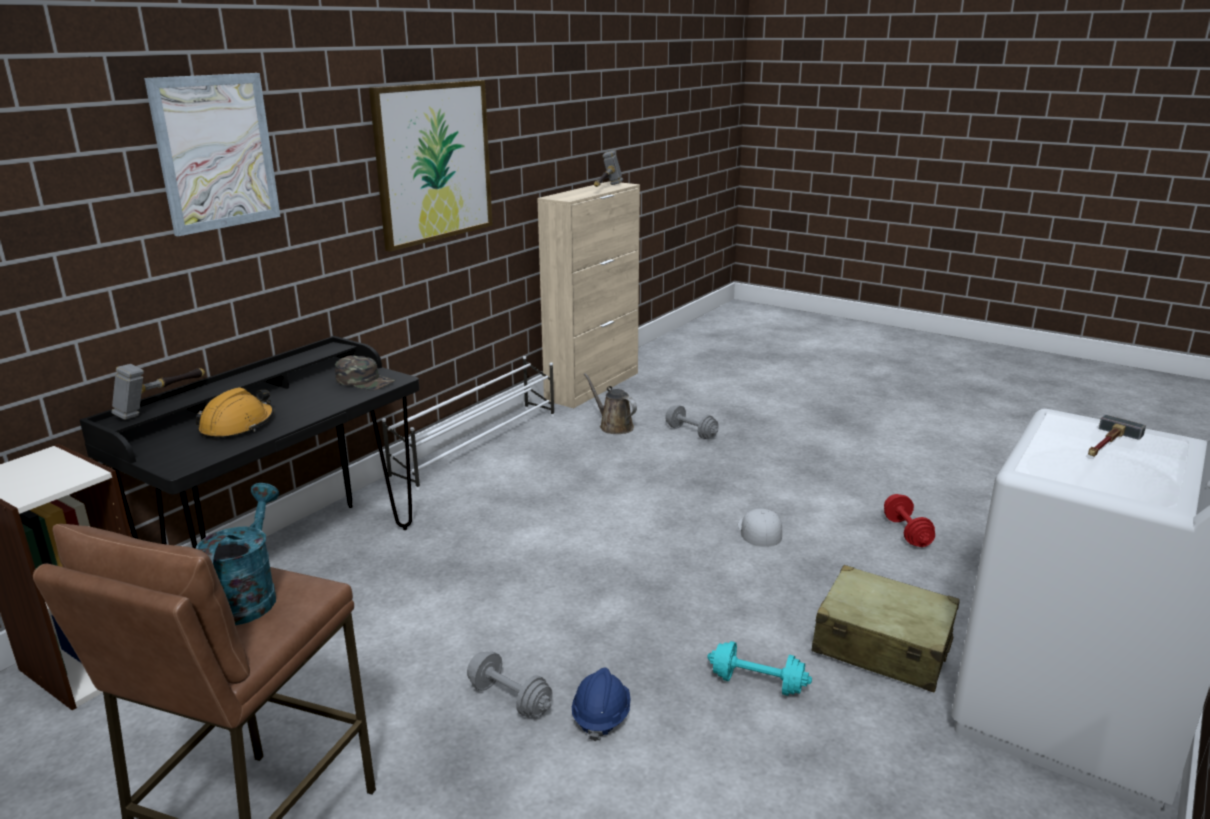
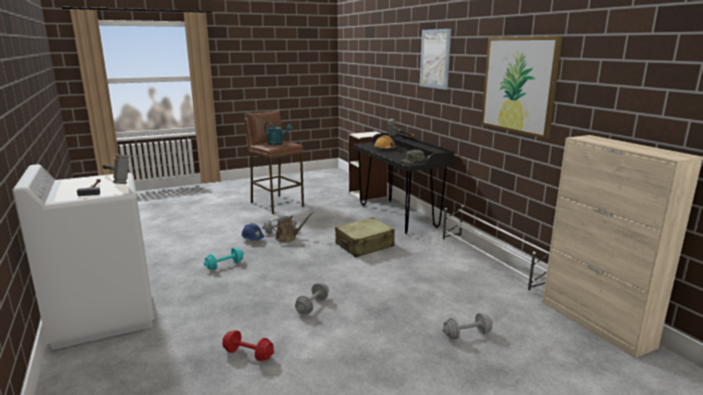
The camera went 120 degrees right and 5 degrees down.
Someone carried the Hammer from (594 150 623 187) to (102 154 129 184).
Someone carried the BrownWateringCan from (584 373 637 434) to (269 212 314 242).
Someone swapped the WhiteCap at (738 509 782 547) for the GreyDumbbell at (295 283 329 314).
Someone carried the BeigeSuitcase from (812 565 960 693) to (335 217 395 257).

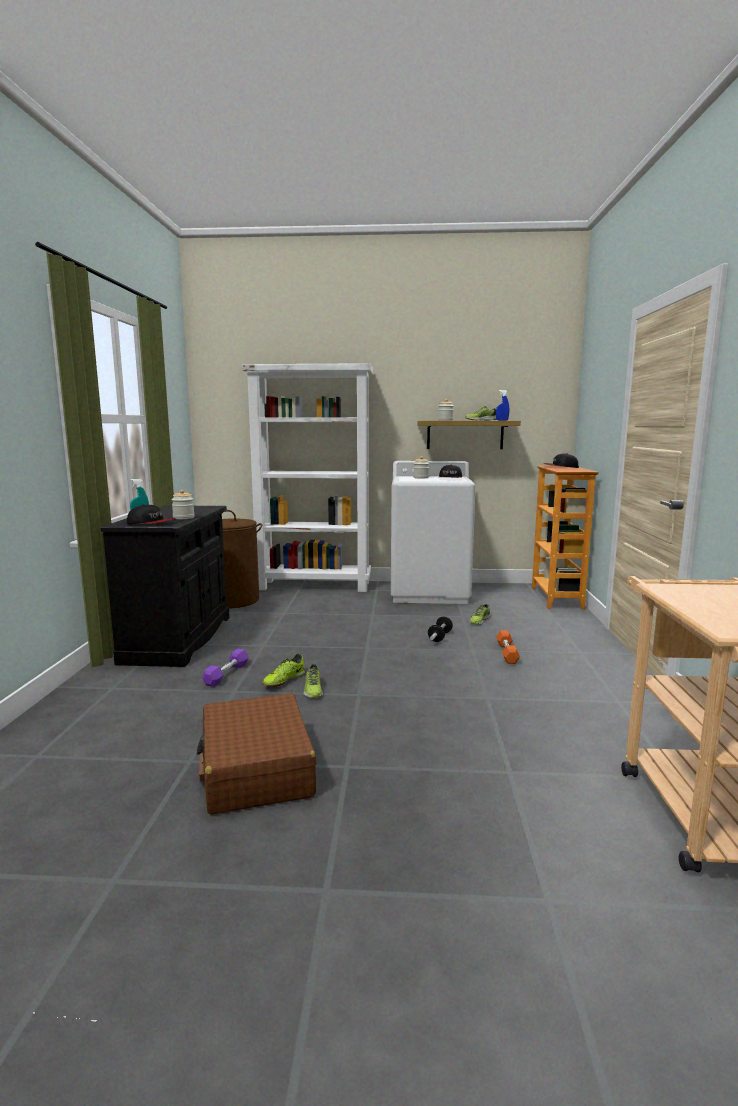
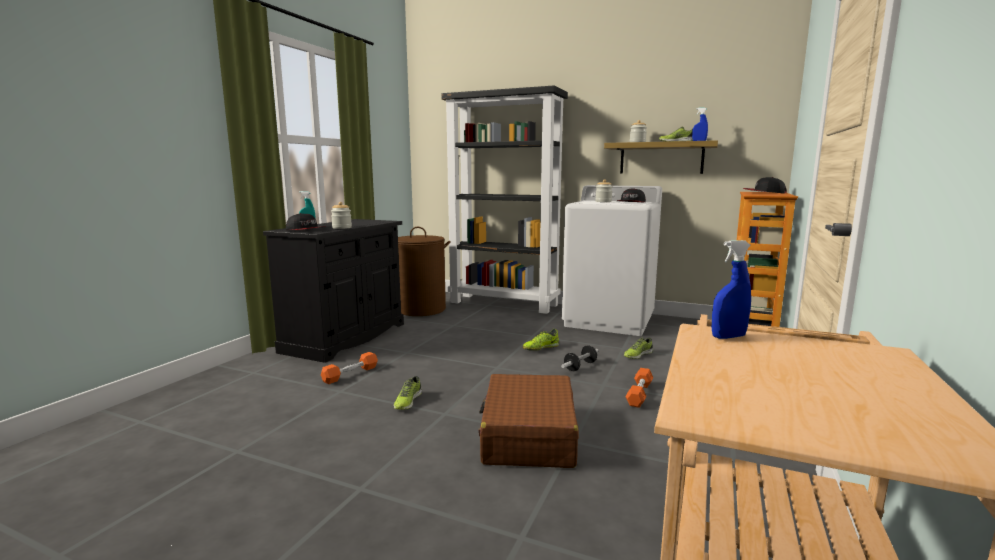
The camera went 20 degrees right and 0 degrees up.
Someone repainted the PurpleDumbbell at (202 649 249 687), which became the OrangeDumbbell at (321 352 378 384).
Someone repainted the WhiteBookcase at (242 363 373 592), which became the BlackBookcase at (441 85 568 314).
Someone carried the BrownSuitcase from (197 693 316 815) to (478 374 579 468).
Someone carried the Shoe from (263 653 305 687) to (522 329 559 351).
Someone put down the BlueSprayBottle at (712 240 751 339).

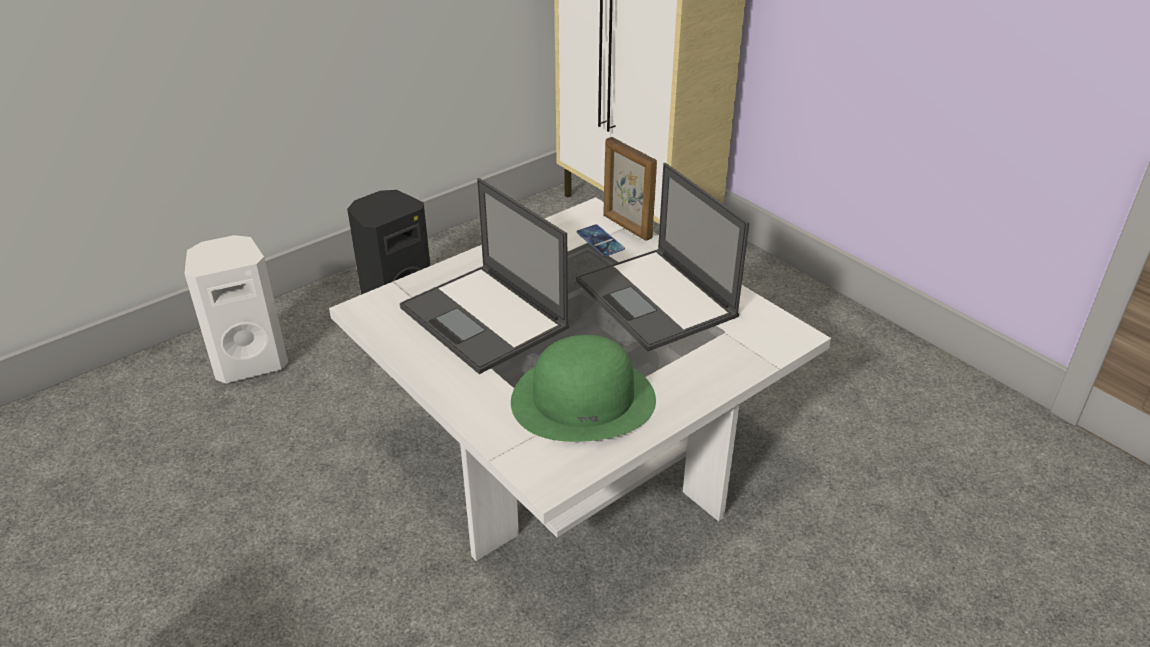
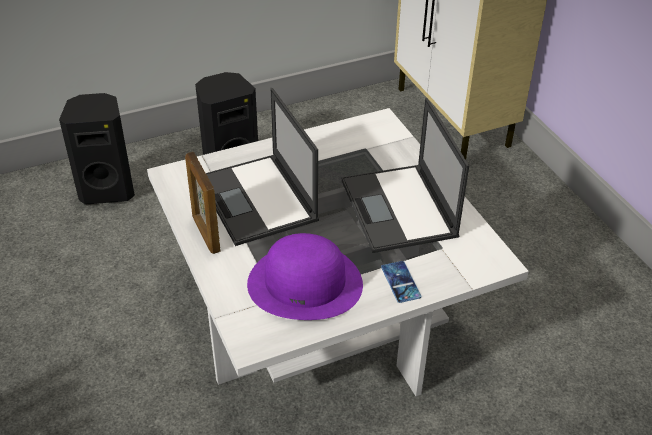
The camera went 15 degrees right and 5 degrees up.
Someone repainted the WhiteSpeaker at (184 235 288 384), which became the BlackSpeaker at (59 93 135 205).
Someone carried the PictureFrame from (603 137 657 241) to (185 152 220 254).
Someone repainted the GreenHat at (511 335 656 442), which became the PurpleHat at (247 233 363 320).
Someone carried the Phone from (577 224 625 257) to (381 261 421 303).

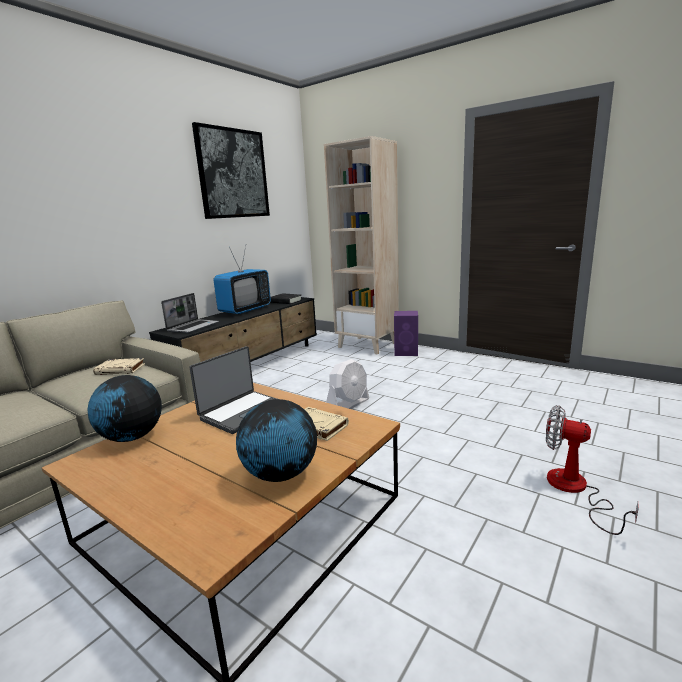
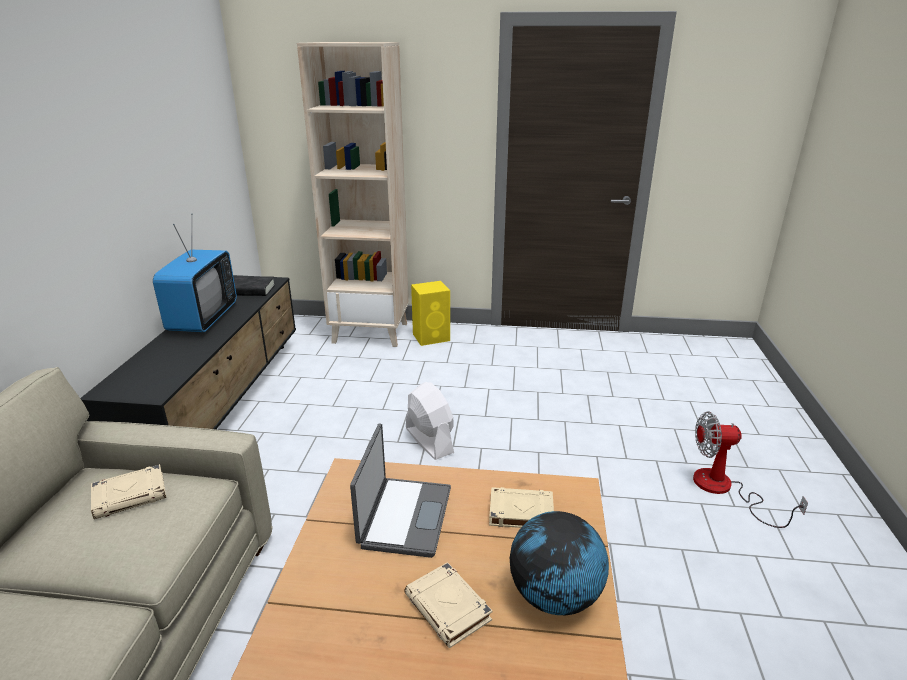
The camera went 30 degrees left and 10 degrees up.
Someone put down the BeigeBook at (404 562 493 648).
Someone rotated the WhiteFan at (327 359 369 409) by 45 degrees counterclockwise.
Someone repainted the PurpleSpeaker at (394 311 418 356), which became the YellowSpeaker at (411 281 450 346).
Someone took away the Globe at (88 375 162 442).
Someone took away the Laptop at (161 293 219 333).
Someone took away the Picture at (192 122 270 219).

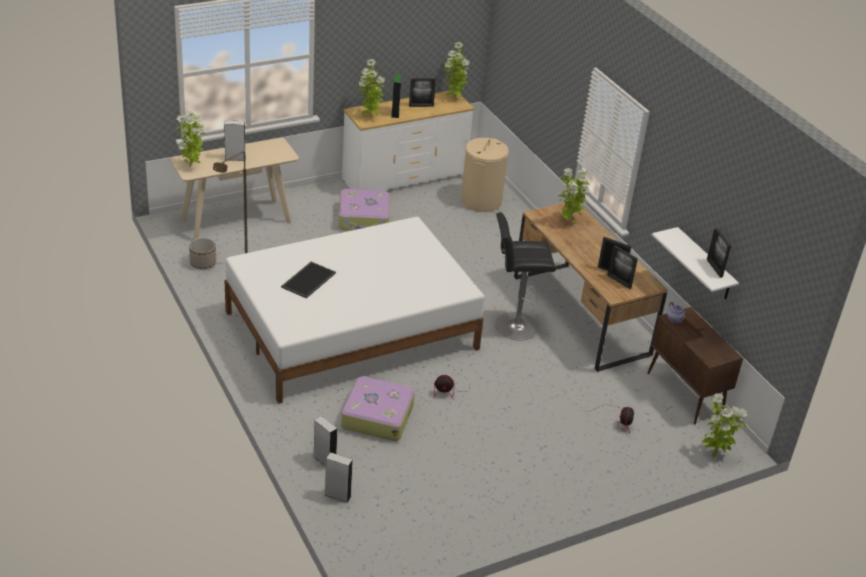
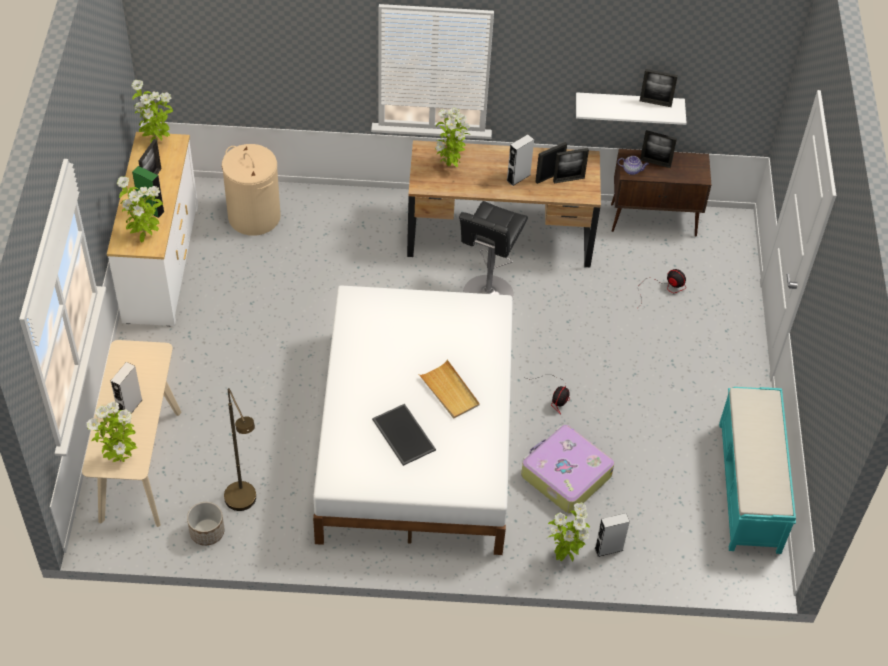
The camera went 60 degrees left and 15 degrees up.
Someone put down the BeigeTray at (419 359 480 419).
Someone carried the GreySpeaker from (325 452 353 503) to (506 134 534 186).
Someone carried the PottedPlant from (702 393 747 458) to (548 502 590 562).
Someone put down the PictureFrame at (640 130 677 168).
Someone put down the TurquoiseBench at (719 387 796 554).
Someone took away the Suitcase at (338 189 390 231).

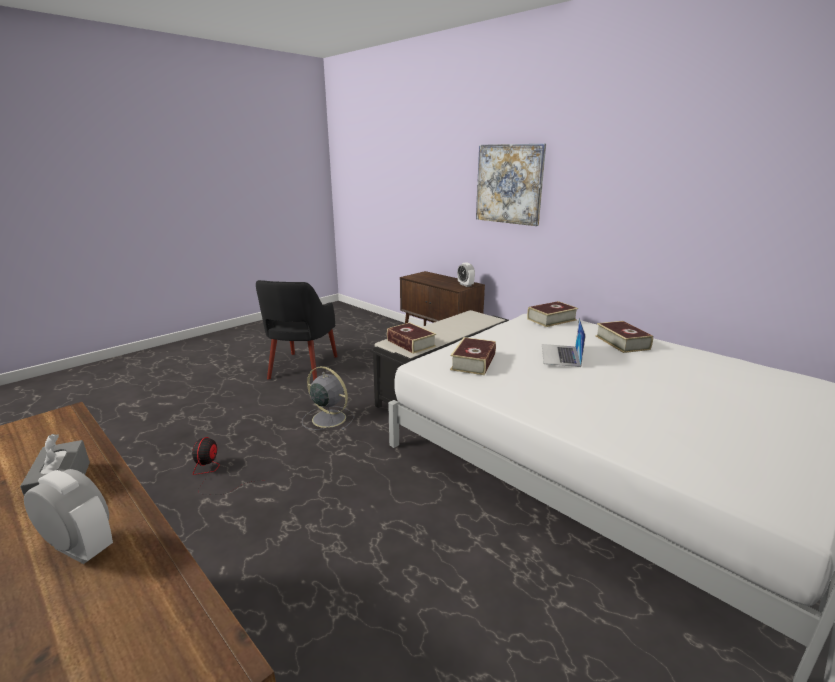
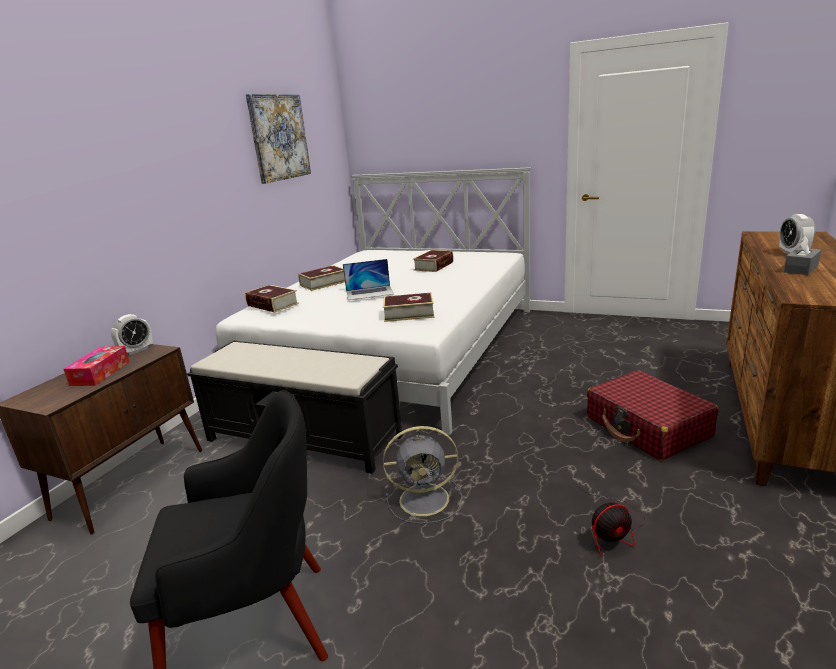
The camera went 110 degrees left and 0 degrees up.
Someone put down the TissueBox at (64 346 129 386).
Someone carried the Picture from (476 144 546 226) to (246 94 311 184).
Someone rotated the GreyFan at (302 366 354 430) by 105 degrees counterclockwise.
Someone carried the Book from (387 323 436 354) to (413 250 454 272).
Someone put down the RedSuitcase at (587 370 719 461).

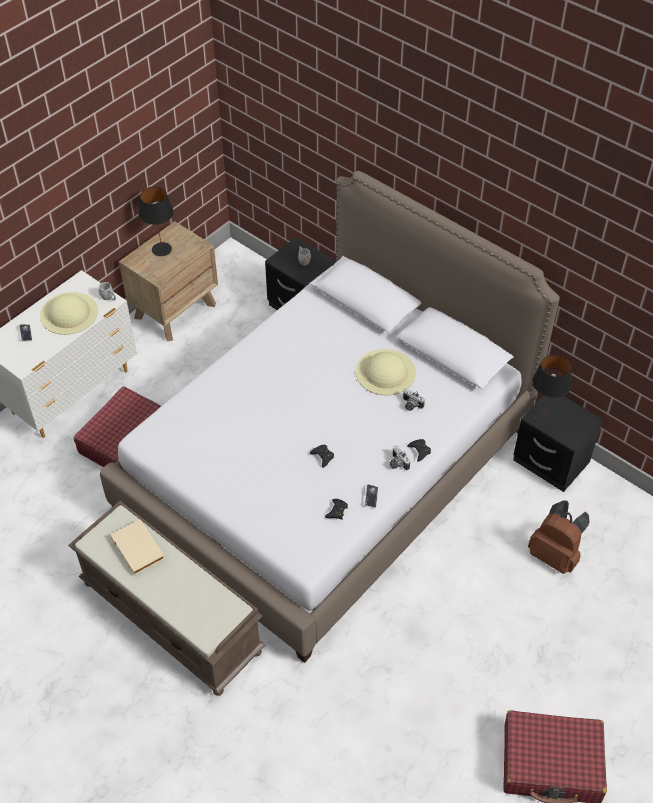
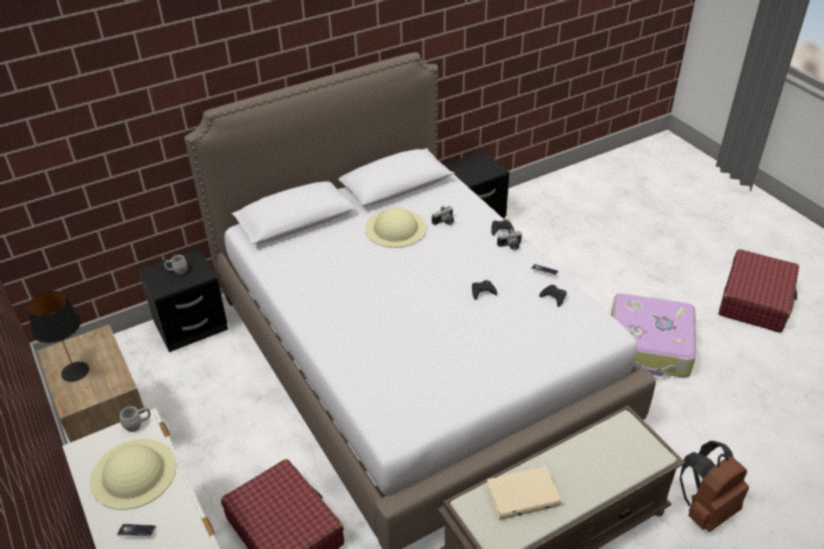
The camera went 70 degrees left and 10 degrees down.
Someone put down the Suitcase at (611 294 696 378).
Someone carried the BrownBackpack from (528 500 590 574) to (680 441 749 532).
Someone took away the BlackTableLamp at (532 355 572 426).

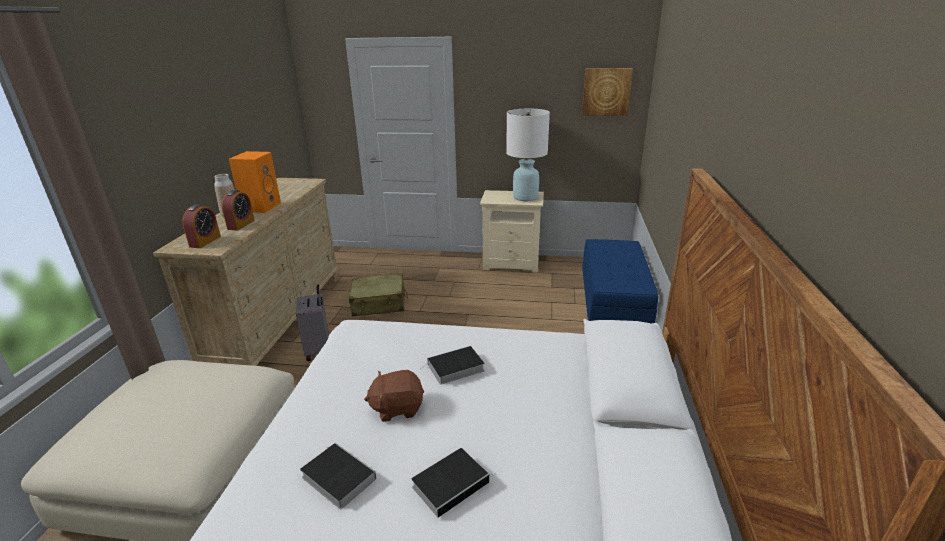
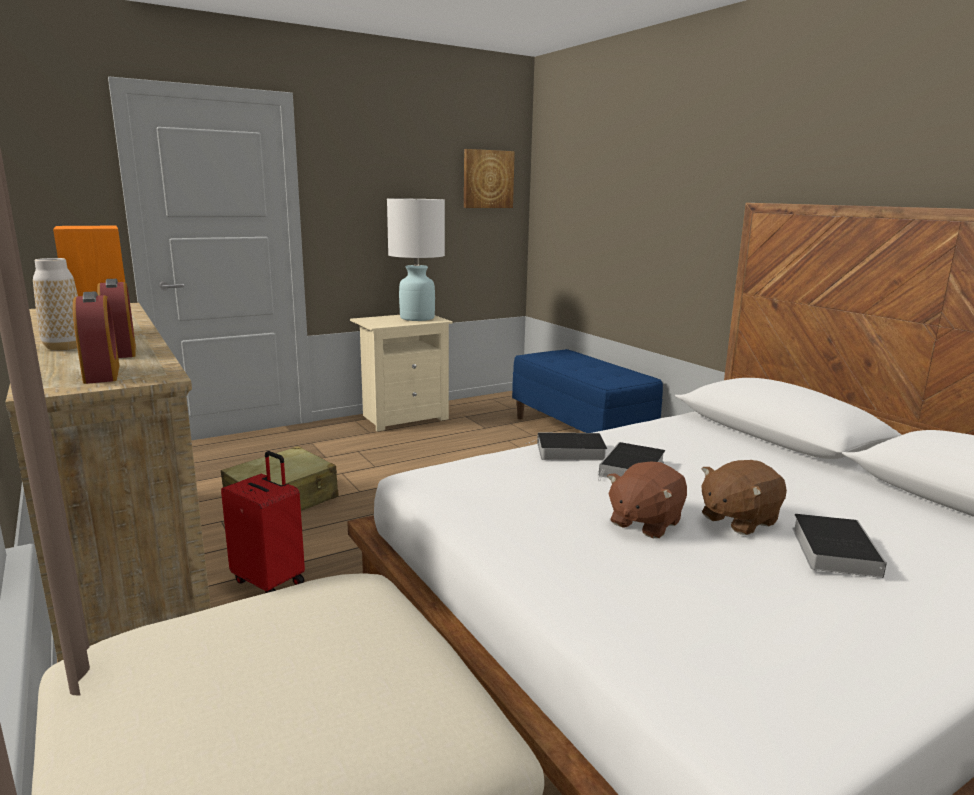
The camera went 40 degrees left and 10 degrees down.
Someone repainted the GreySuitcase at (296 285 329 361), which became the RedSuitcase at (221 451 305 593).
Someone carried the Book from (300 443 376 509) to (526 432 607 461).
Someone put down the BrownPlushToy at (701 460 787 535).

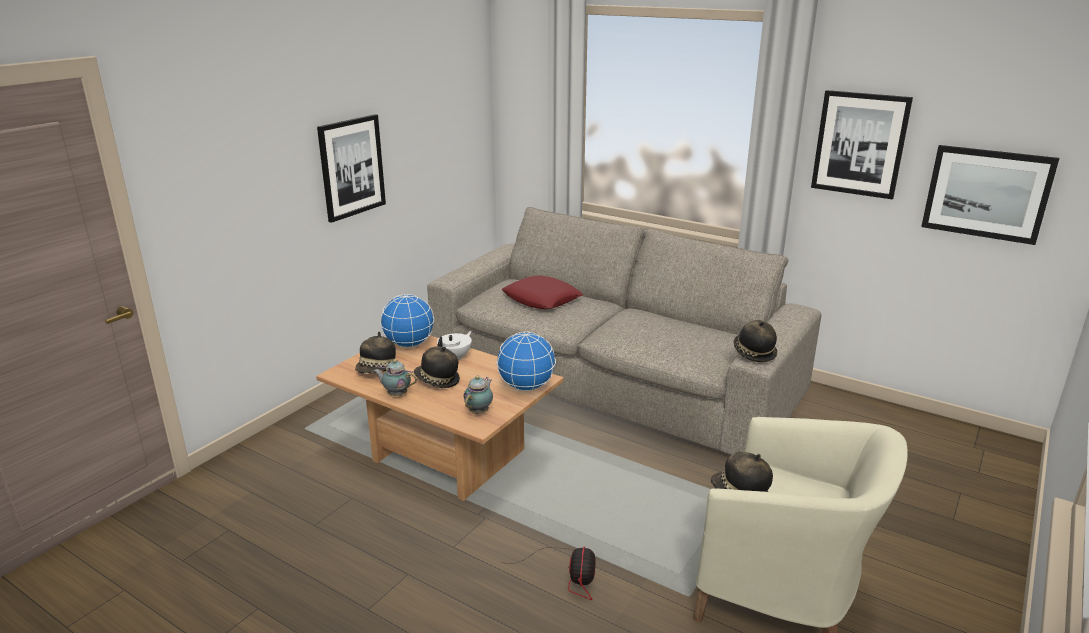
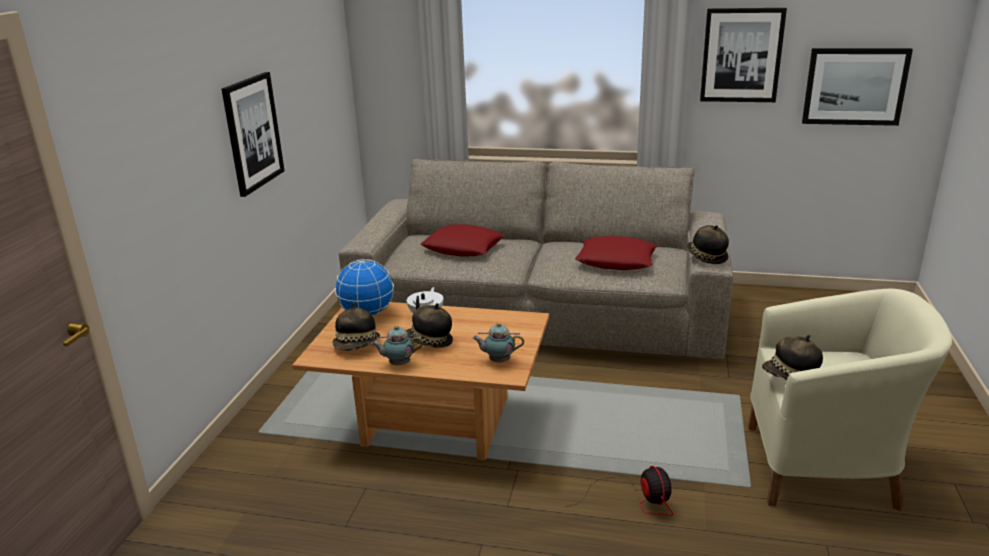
The camera went 20 degrees left and 0 degrees up.
Someone rotated the Teapot at (464 376 493 414) by 90 degrees counterclockwise.
Someone put down the RedPillow at (575 236 657 270).
Someone took away the Globe at (496 332 556 391).

